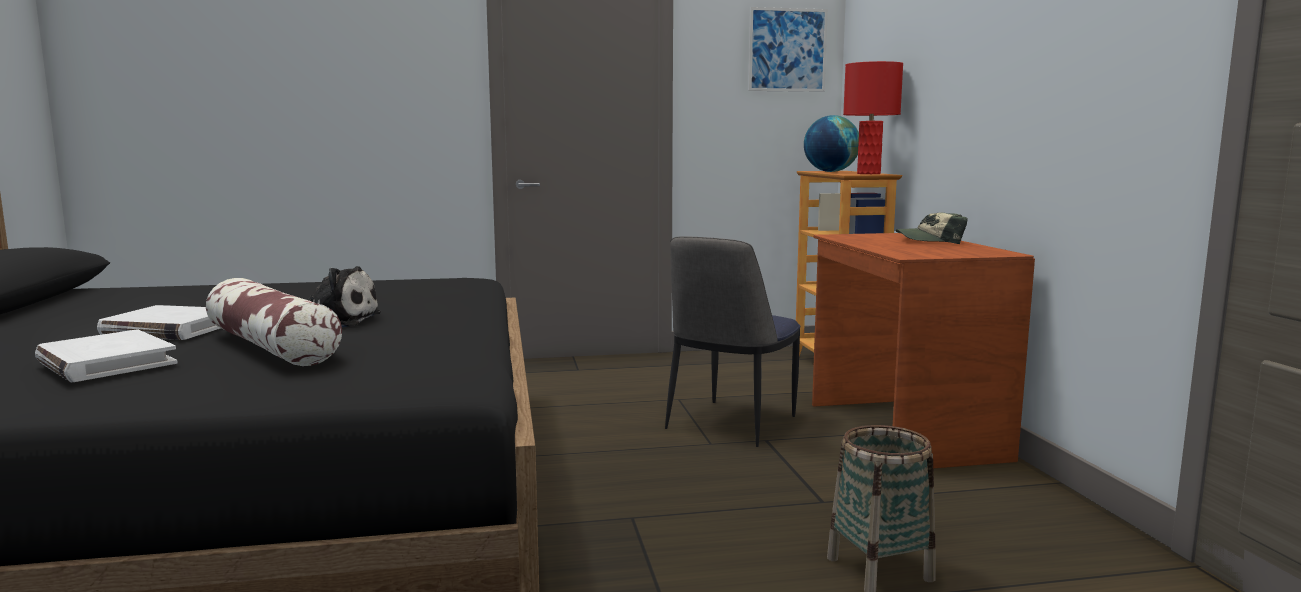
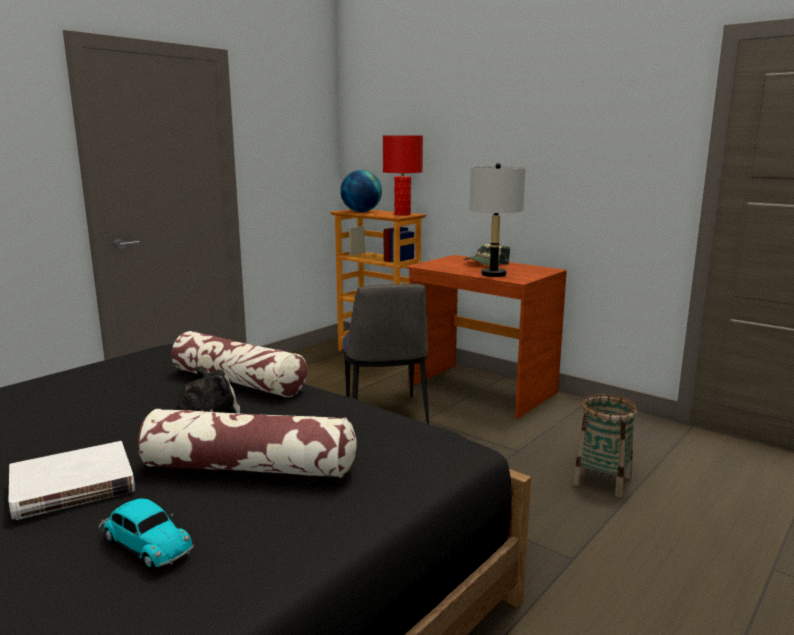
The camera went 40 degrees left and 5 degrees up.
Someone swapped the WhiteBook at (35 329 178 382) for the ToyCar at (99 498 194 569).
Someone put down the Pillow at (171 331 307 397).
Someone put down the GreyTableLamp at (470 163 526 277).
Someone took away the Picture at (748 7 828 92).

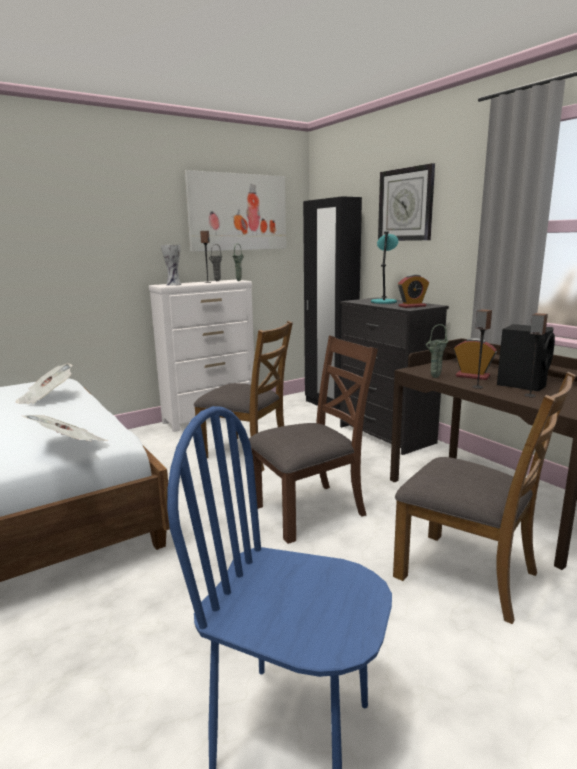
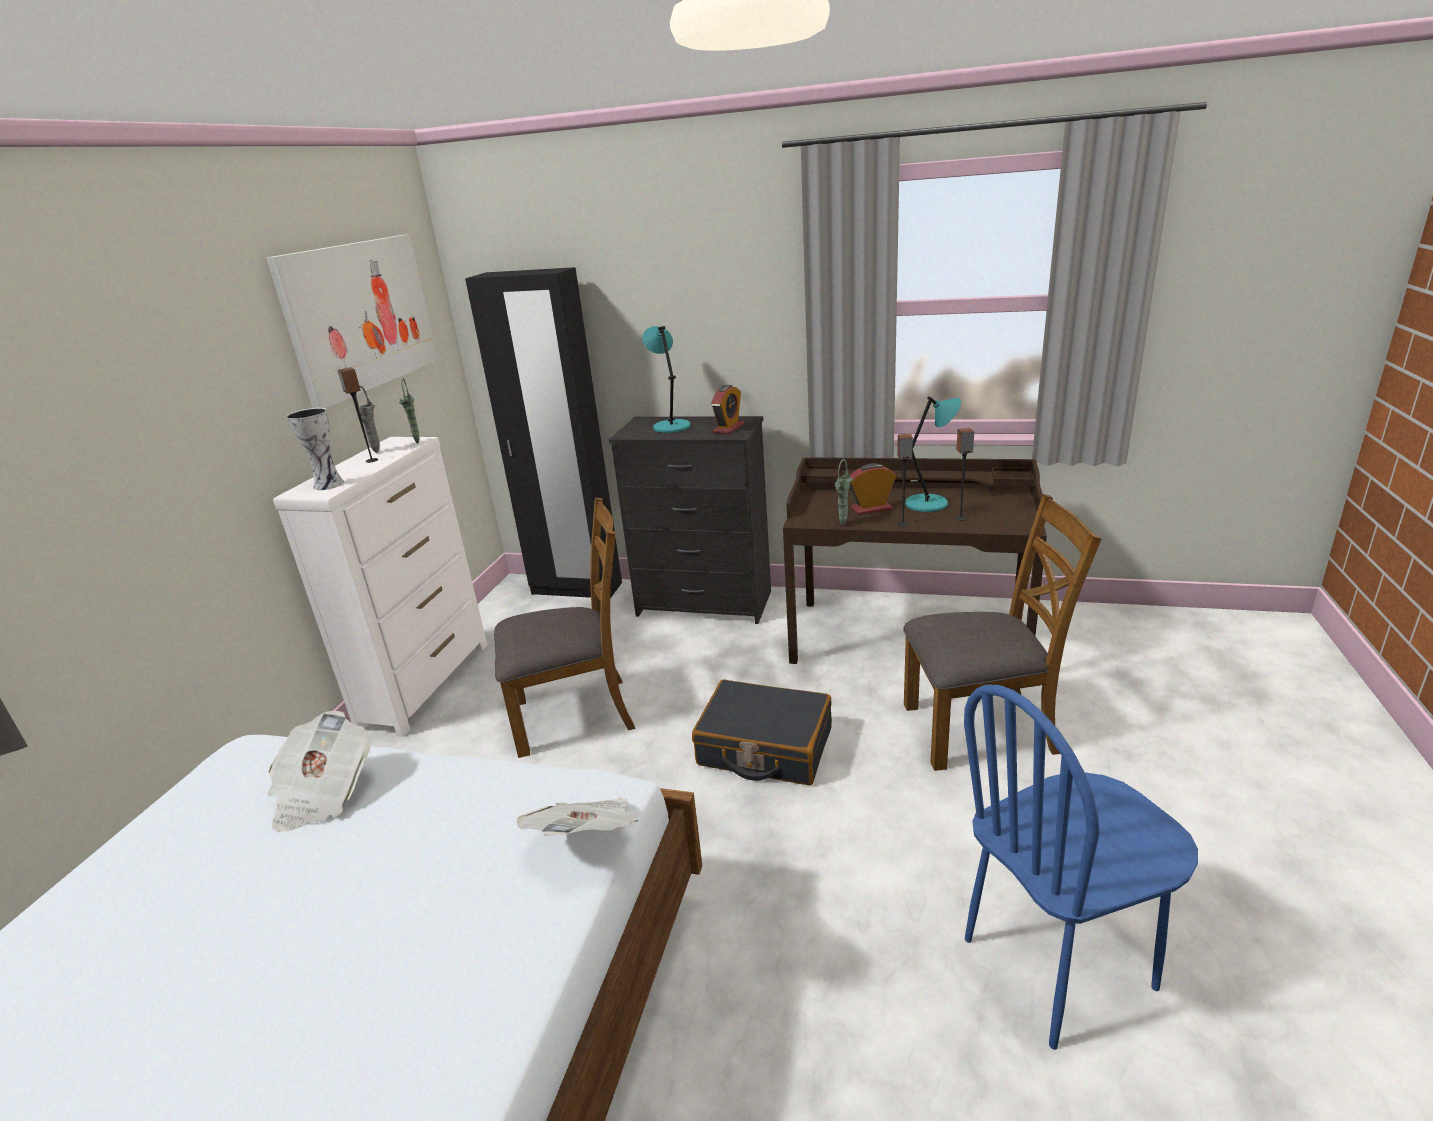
The camera went 40 degrees left and 10 degrees up.
Someone swapped the BrownChair at (249 335 378 544) for the BlackSuitcase at (692 679 832 785).
Someone swapped the BlackSpeaker at (497 324 555 391) for the TurquoiseTableLamp at (905 396 961 512).
Someone took away the WallClock at (378 163 435 241).

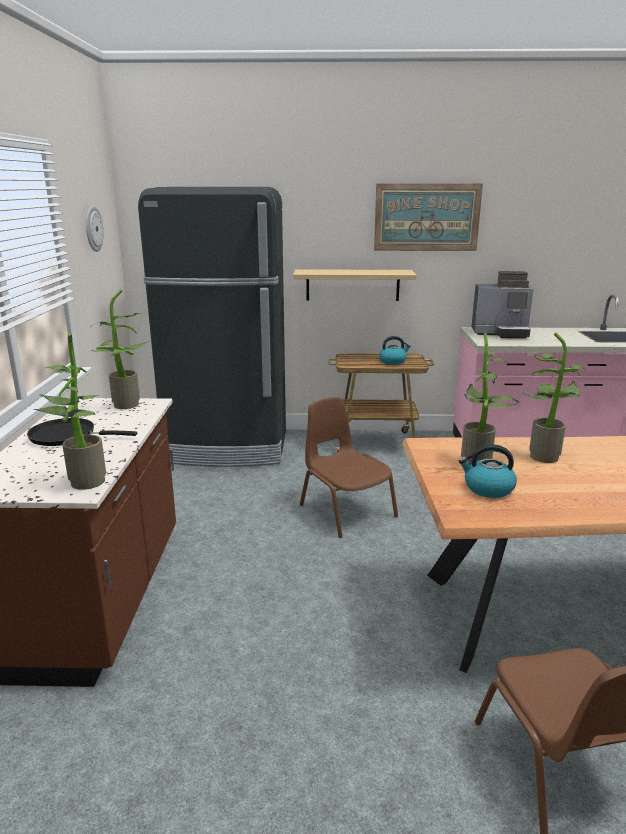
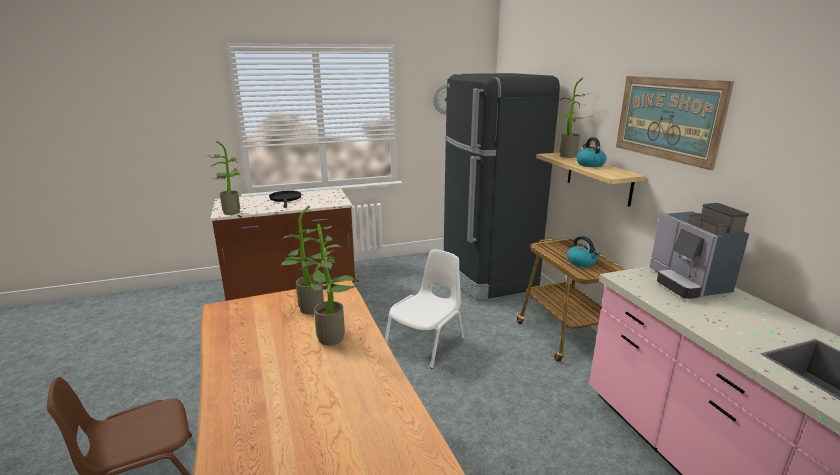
The camera went 70 degrees right and 0 degrees up.
Someone repainted the BrownChair at (300 397 398 538), which became the WhiteChair at (385 250 464 368).
Someone carried the PottedPlant from (90 290 150 409) to (551 78 591 158).
Someone carried the Kettle from (459 444 517 498) to (576 137 607 167).

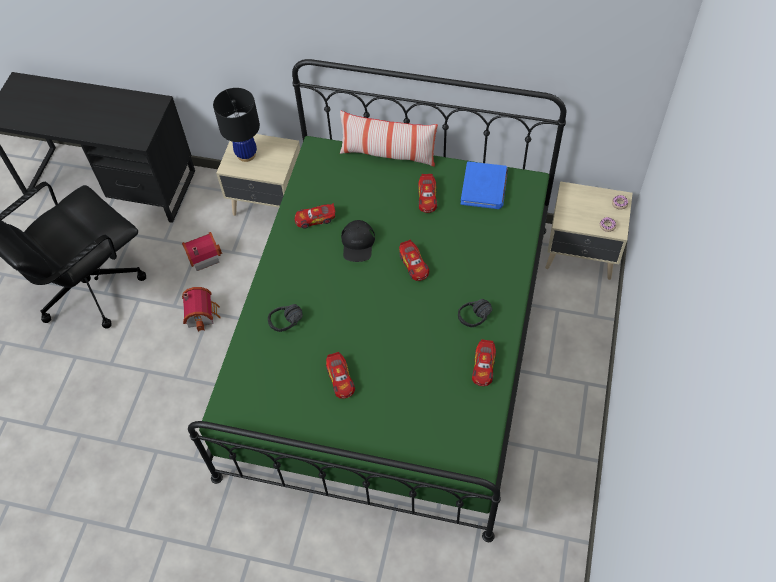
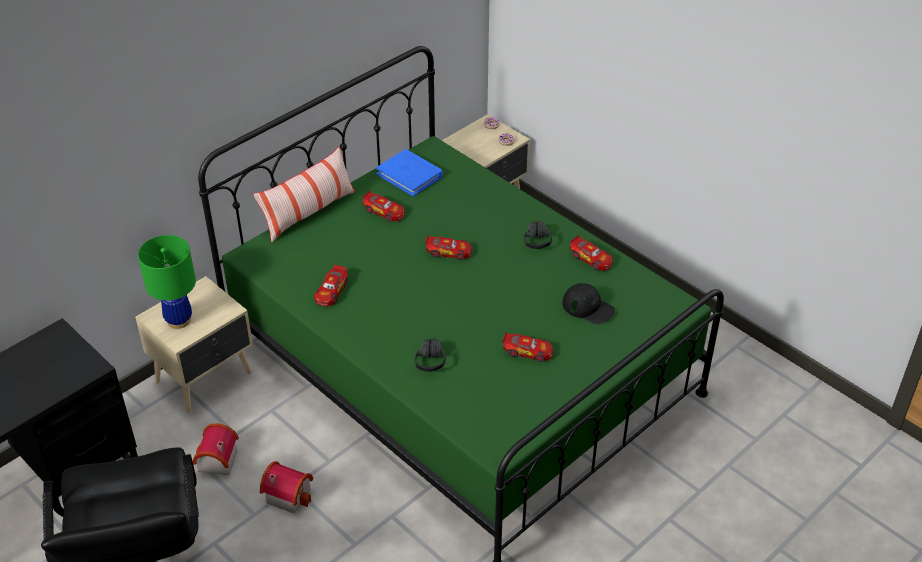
The camera went 60 degrees left and 15 degrees down.
Someone repainted the BlackTableLamp at (213 88 260 162), which became the GreenTableLamp at (138 235 196 329).
Someone carried the BlackCap from (341 220 375 262) to (562 283 615 324).

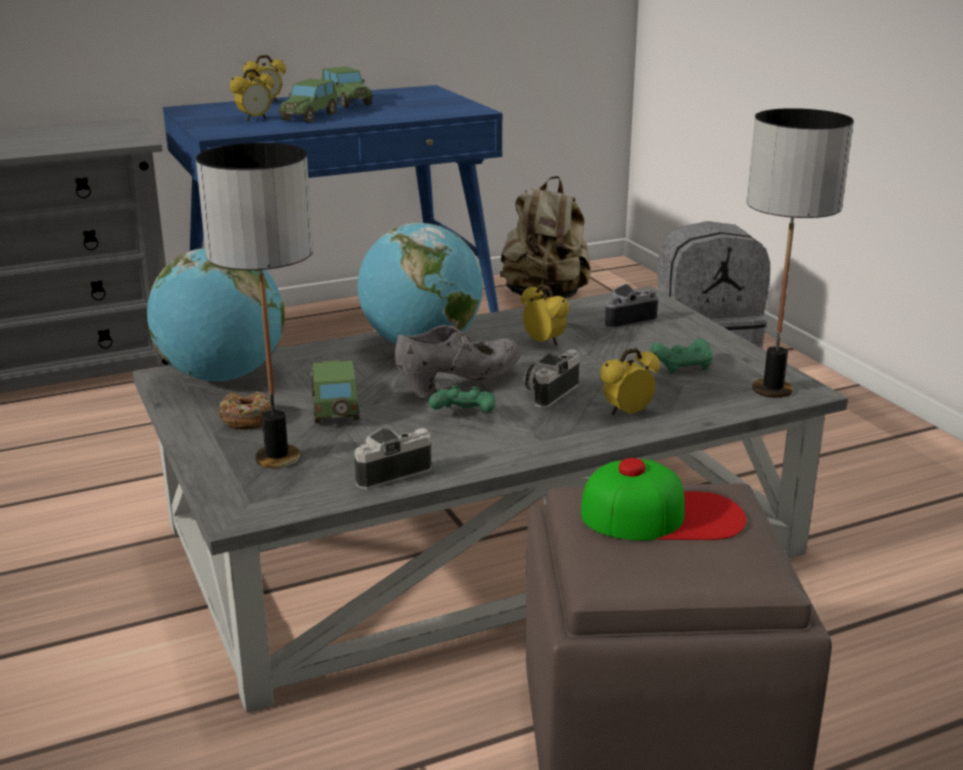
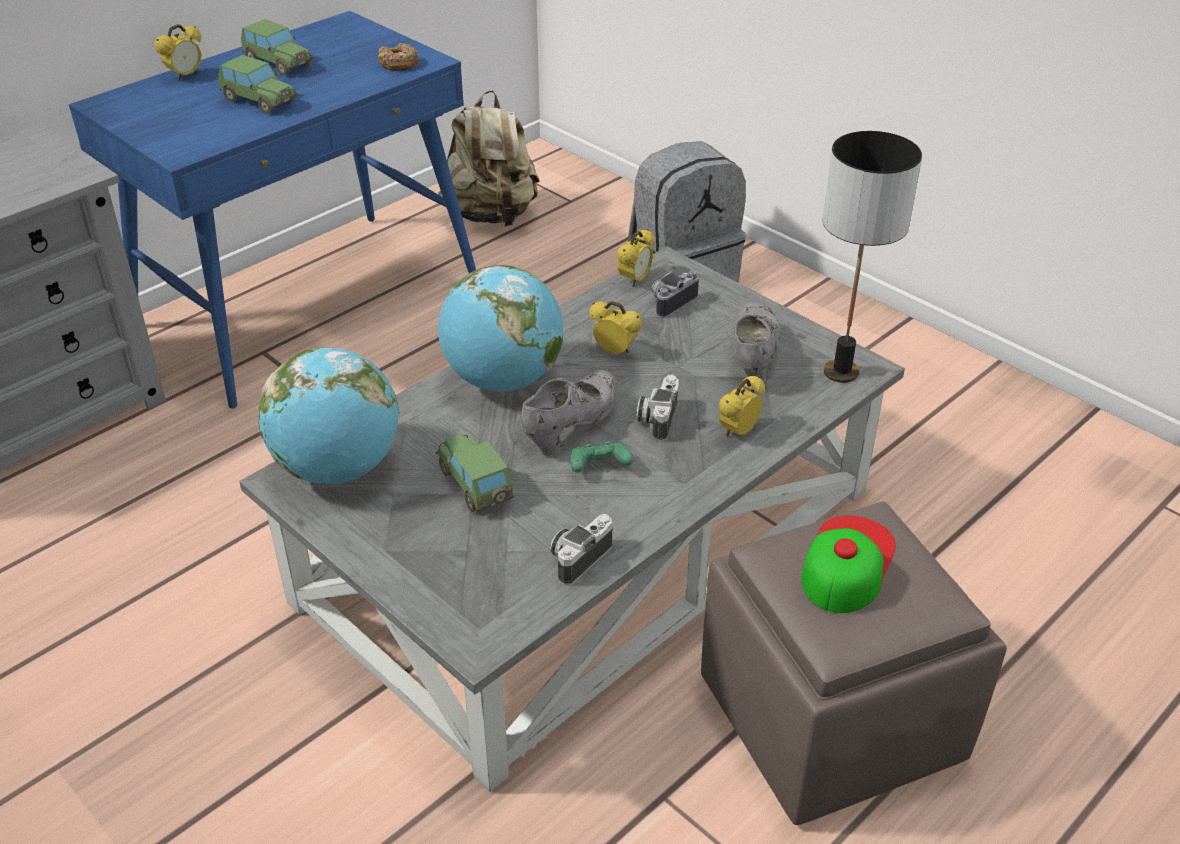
The camera went 20 degrees left and 15 degrees up.
Someone rotated the ToyCar at (277 79 338 123) by 60 degrees counterclockwise.
Someone carried the Donut from (219 391 271 430) to (378 43 419 71).
Someone carried the AlarmClock from (230 69 274 121) to (617 229 655 287).
Someone swapped the GreenGameController at (650 338 713 374) for the GreyShoe at (734 301 781 383).
Someone rotated the Cap at (581 458 746 541) by 45 degrees counterclockwise.
Someone took away the TableLamp at (196 143 313 468).

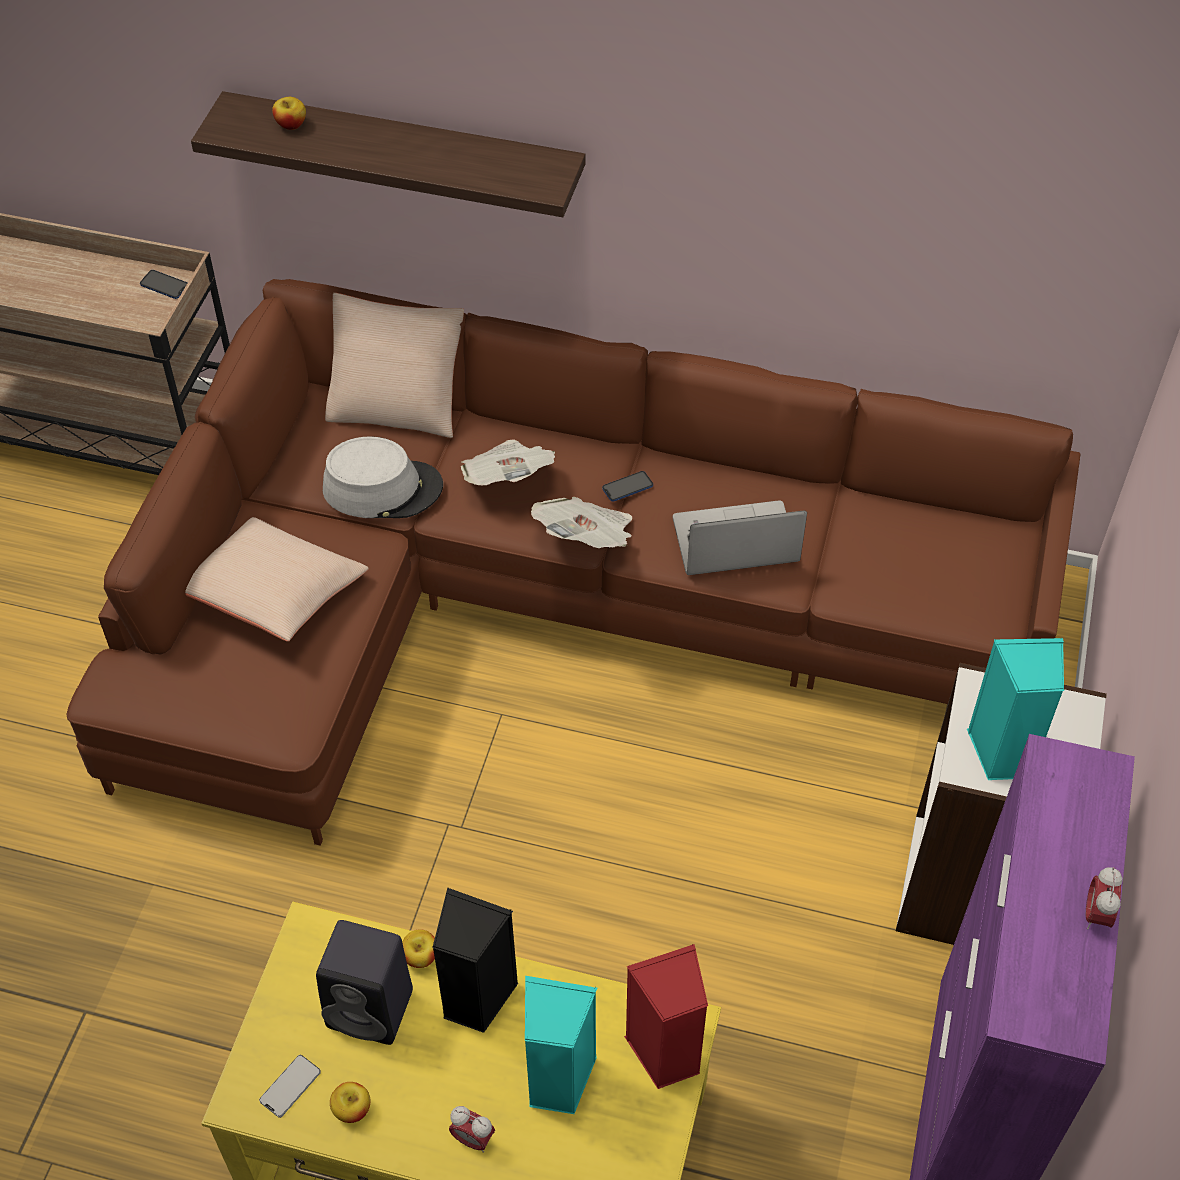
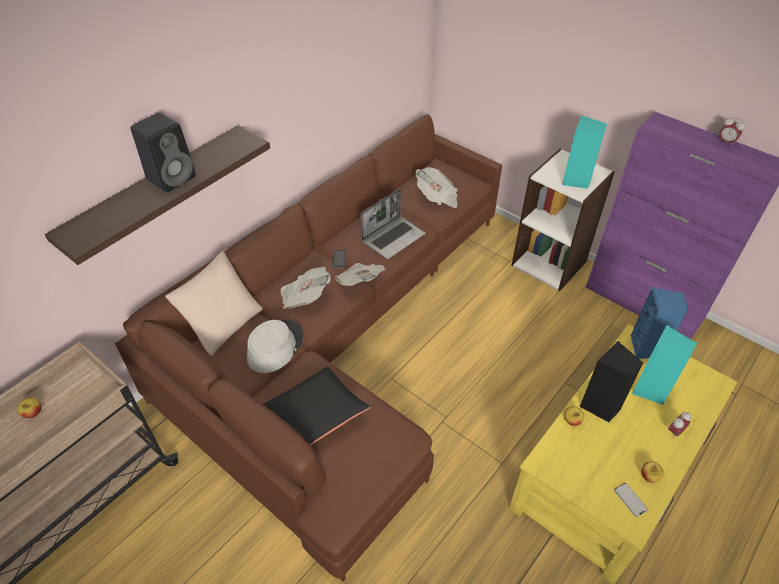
The camera went 65 degrees left and 5 degrees down.
Someone carried the Apple from (272 97 306 130) to (17 398 41 418).
Someone carried the BlackSpeaker from (316 920 413 1045) to (131 112 196 193).
Someone repainted the BeigePillow at (185 517 369 642), which became the BlackPillow at (262 367 371 446).
Someone rotated the Laptop at (672 500 807 575) by 150 degrees counterclockwise.
Someone put down the Newspaper at (415 167 458 208).
Someone repainted the RedSpeaker at (624 944 708 1089), which became the BlueSpeaker at (631 287 689 359).
Someone took away the Phone at (140 270 187 299).

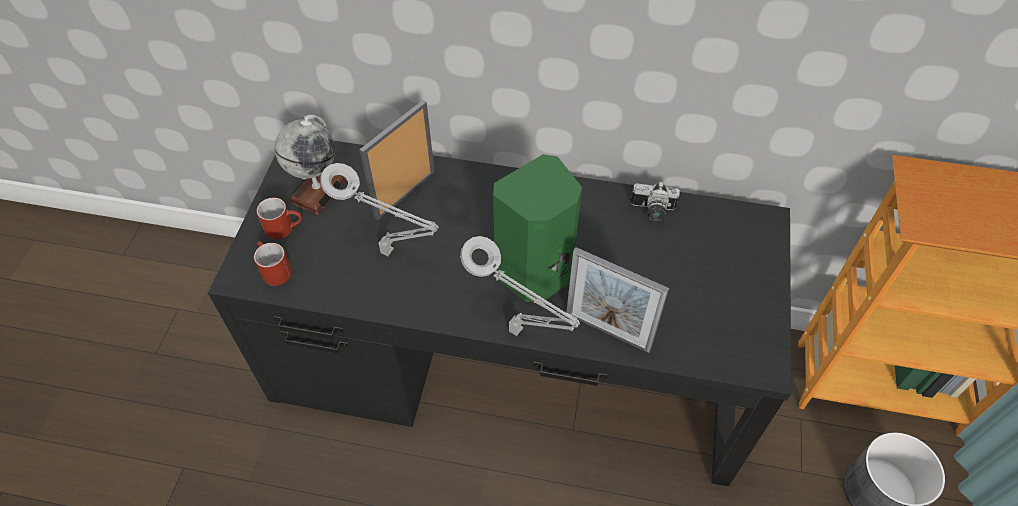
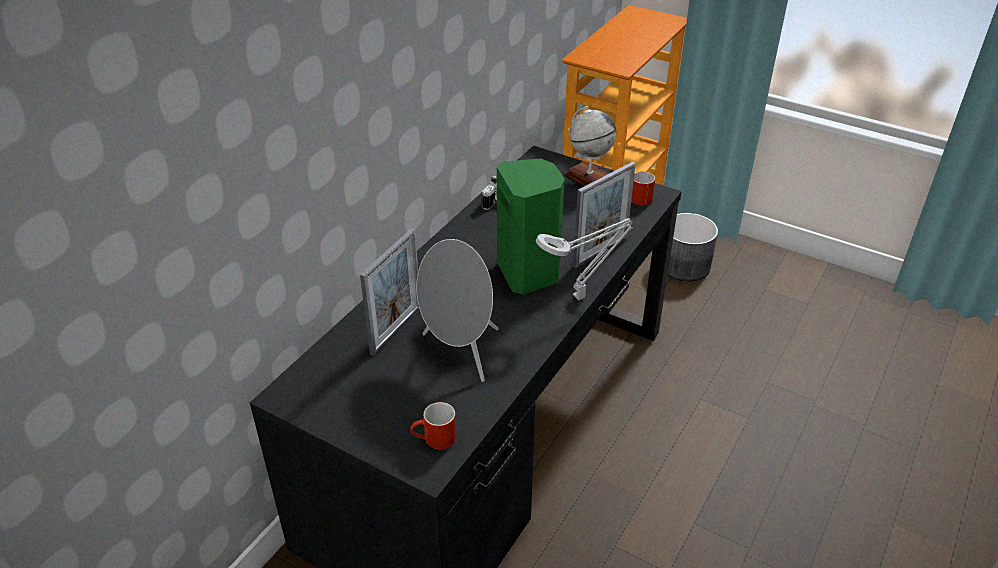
The camera went 70 degrees left and 15 degrees down.
Someone rotated the PictureFrame at (359 100 435 220) by 120 degrees counterclockwise.
Someone swapped the GreyTableLamp at (320 163 439 256) for the GreySpeaker at (416 239 499 382).
Someone carried the Globe from (275 115 346 215) to (565 106 617 186).
Someone carried the RedMug from (257 198 302 239) to (631 171 655 206).

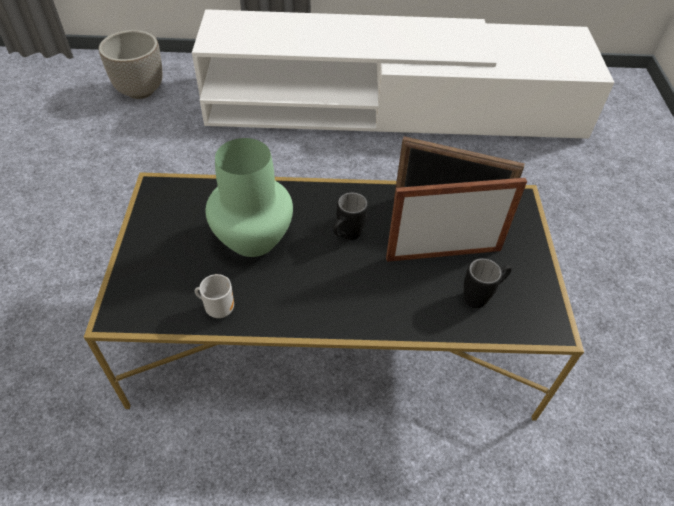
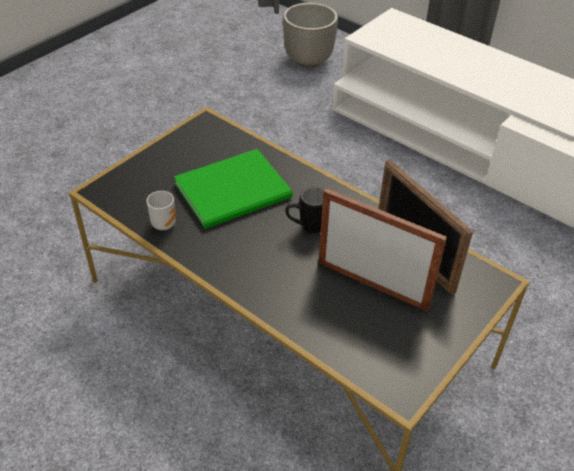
The camera went 40 degrees right and 5 degrees down.
Someone swapped the GreenVase at (206 138 293 257) for the GreenBook at (174 149 293 229).
Someone took away the BlackMug at (464 258 512 308).

